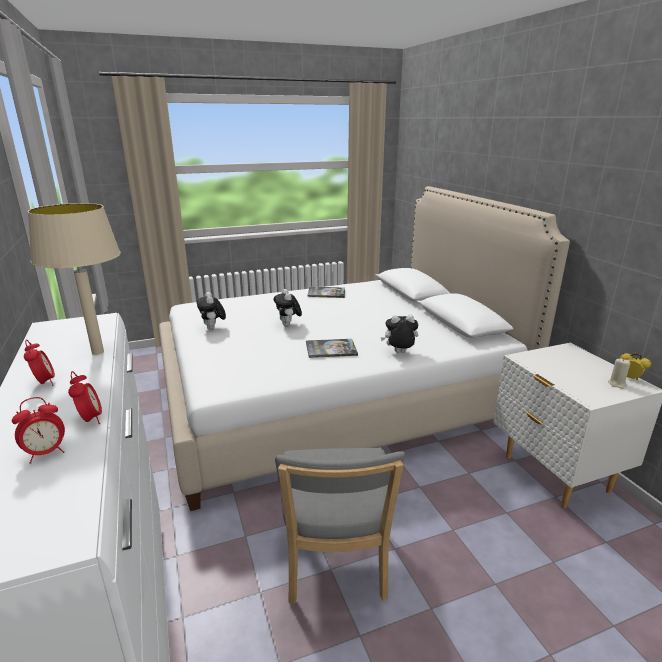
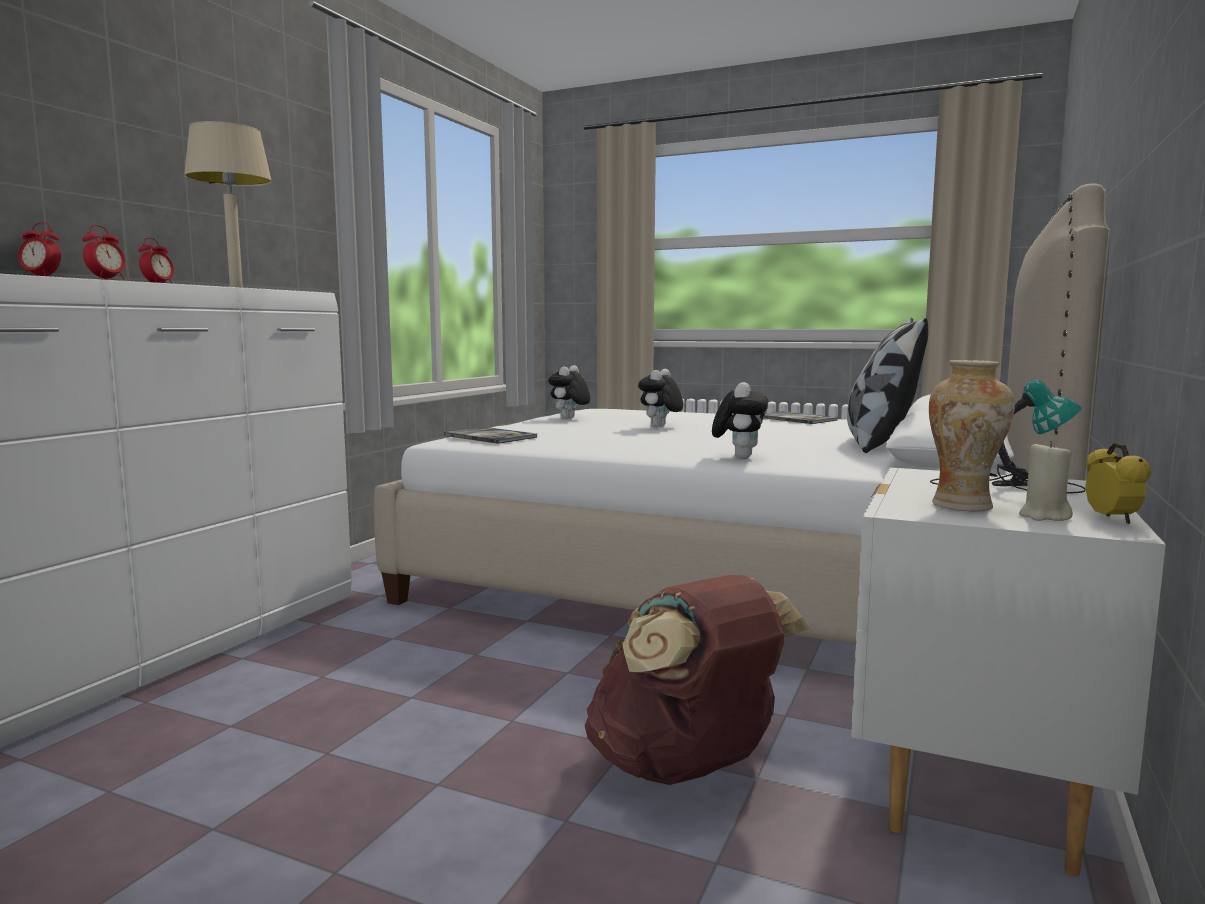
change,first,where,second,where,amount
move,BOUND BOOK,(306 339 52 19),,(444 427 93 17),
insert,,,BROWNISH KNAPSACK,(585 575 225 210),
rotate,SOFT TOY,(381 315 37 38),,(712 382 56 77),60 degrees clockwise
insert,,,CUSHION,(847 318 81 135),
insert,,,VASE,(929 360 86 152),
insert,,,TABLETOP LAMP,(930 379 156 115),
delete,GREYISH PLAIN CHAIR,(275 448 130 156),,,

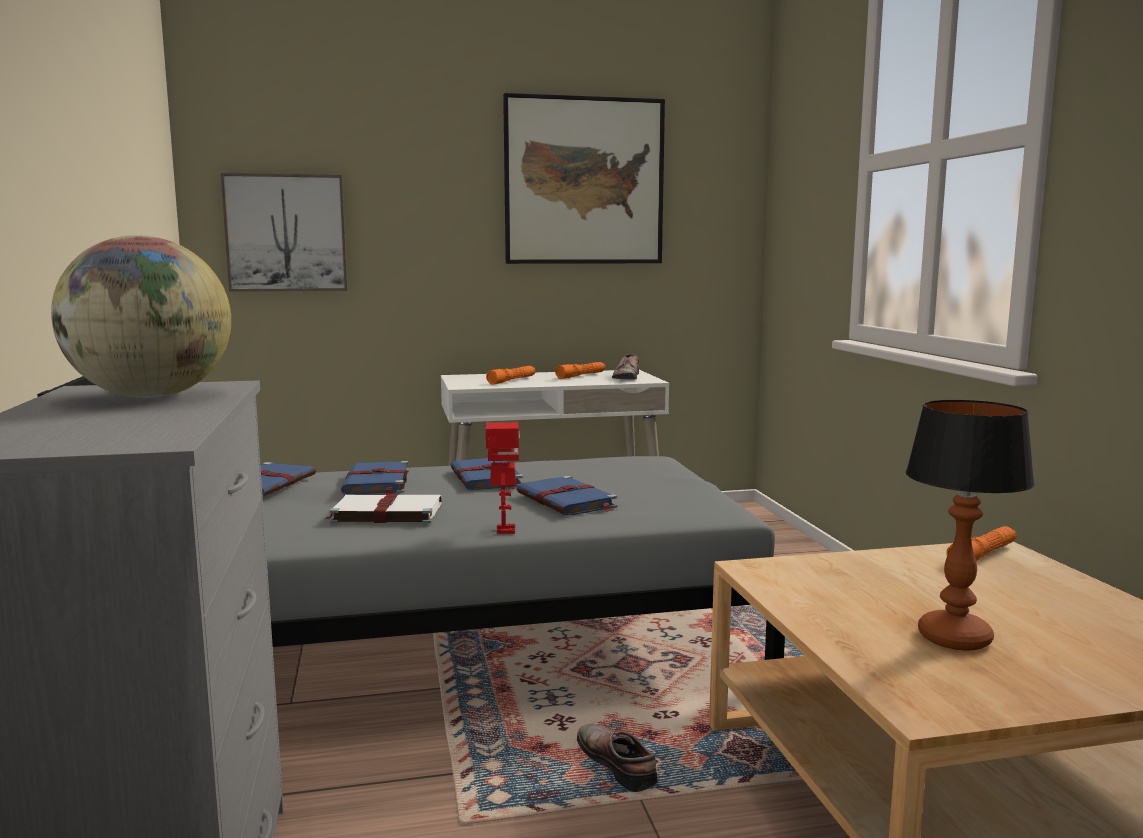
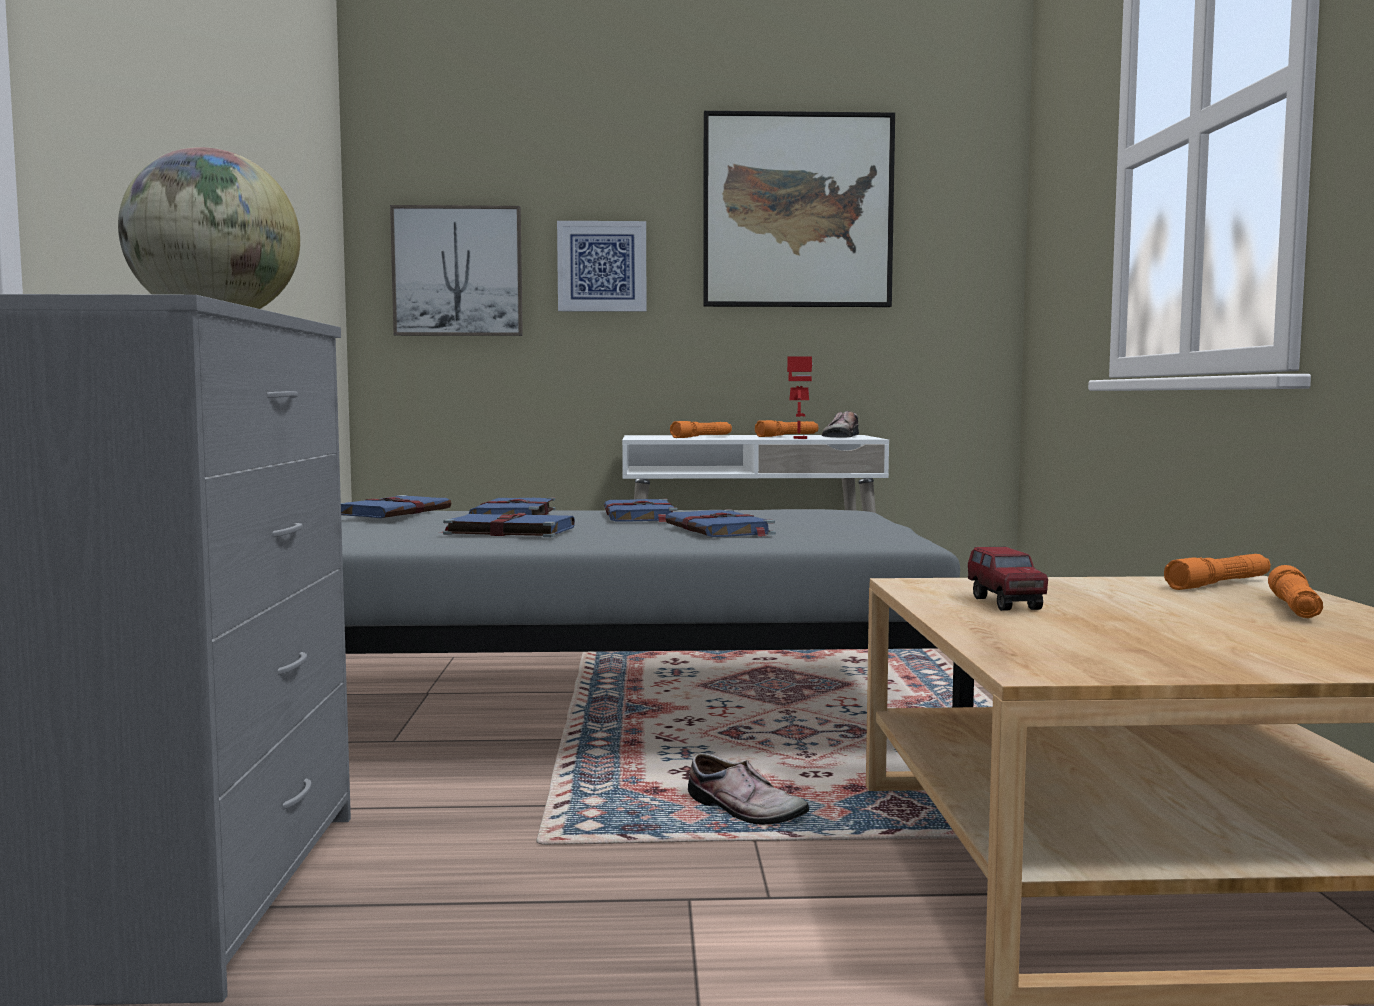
change,first,where,second,where,amount
recolor,WHITE-COLOURED BOUND BOOK,(325 494 117 29),BLUE-COLOURED BOUND BOOK,(440 514 135 23),
insert,,,WALL ART,(557 221 90 91),
rotate,SHOE,(577 724 81 68),,(688 753 121 72),150 degrees clockwise
move,ROBOT FIGURE,(486 422 34 112),,(787 356 26 83),
insert,,,TOY TRUCK,(968 547 80 64),
insert,,,ORANGE FLASHLIGHT,(1268 565 55 53),
delete,TABLETOP LAMP,(906 400 129 250),,,

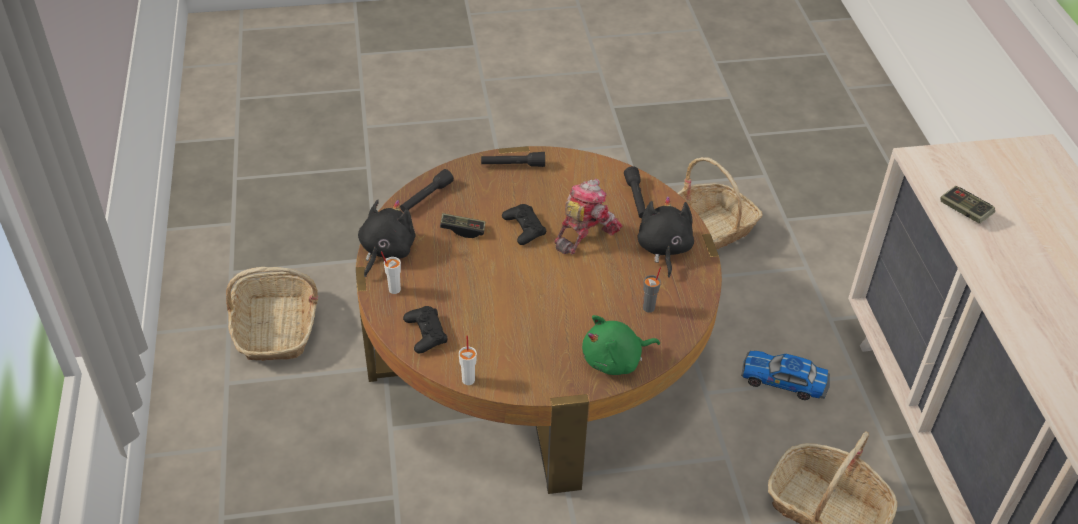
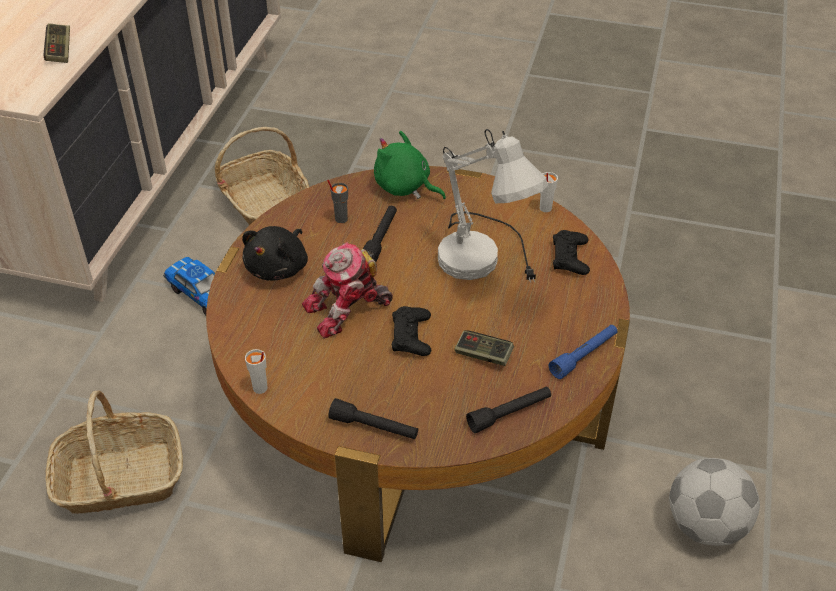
change,first,where,second,where,amount
move,WHITE-COLOURED SMALL CUP,(381 251 20 43),,(245 349 23 45),
move,BLACK FLASHLIGHT,(624 166 21 52),,(363 206 34 56),
rotate,GREENISH SOFT TOY,(582 315 78 60),,(374 131 72 68),150 degrees counterclockwise
insert,,,WHITE-COLOURED TABLETOP LAMP,(438 129 110 154),
replace,BLACK SOFT TOY,(358 200 58 77),BLUE-COLOURED FLASHLIGHT,(549 325 68 54),
replace,STORAGE BASKET,(226 267 92 94),FOOTBALL BALL,(669 458 91 88),

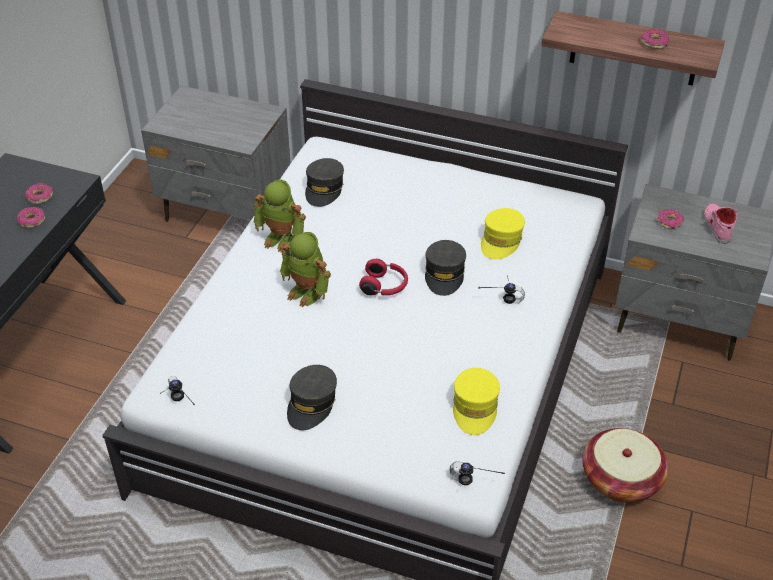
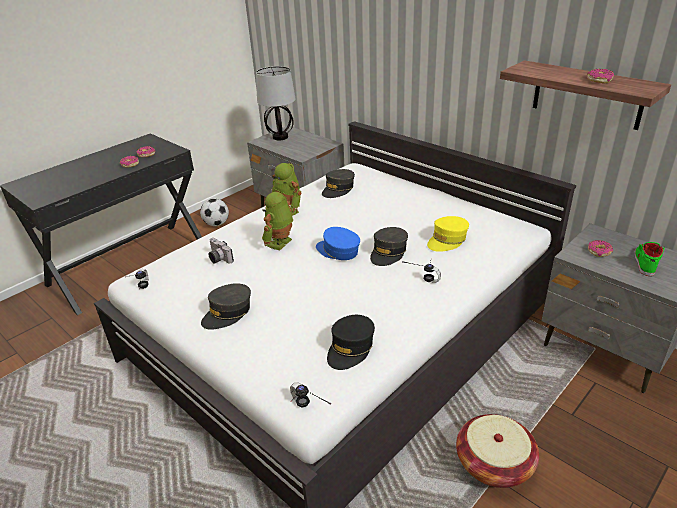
change,first,where,second,where,amount
insert,,,FOOTBALL BALL,(200 198 29 28),
insert,,,PHOTO CAMERA,(208 238 26 26),
insert,,,TABLETOP LAMP,(256 66 40 74),
rotate,ROBOT FIGURE,(280 232 51 75),,(262 192 31 58),60 degrees clockwise
replace,REDDISH HEADPHONES,(359 259 49 36),BLUE-COLOURED BASEBALL CAP,(316 227 44 33),
recolor,YELLOW BASEBALL CAP,(453 368 47 67),BLACK BASEBALL CAP,(327 315 48 55),
recolor,PINKISH SHOE,(704 204 33 40),GREENISH SHOE,(634 242 31 34),

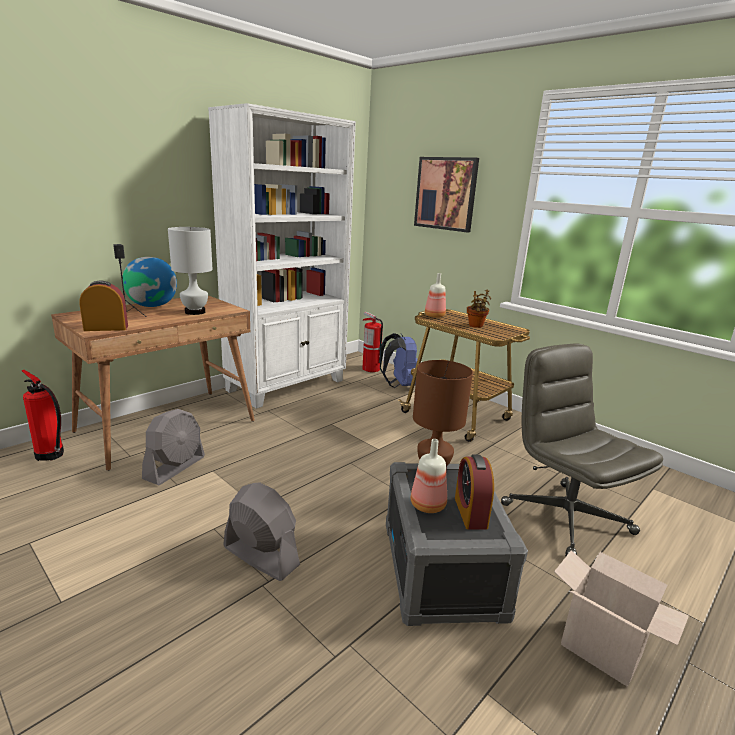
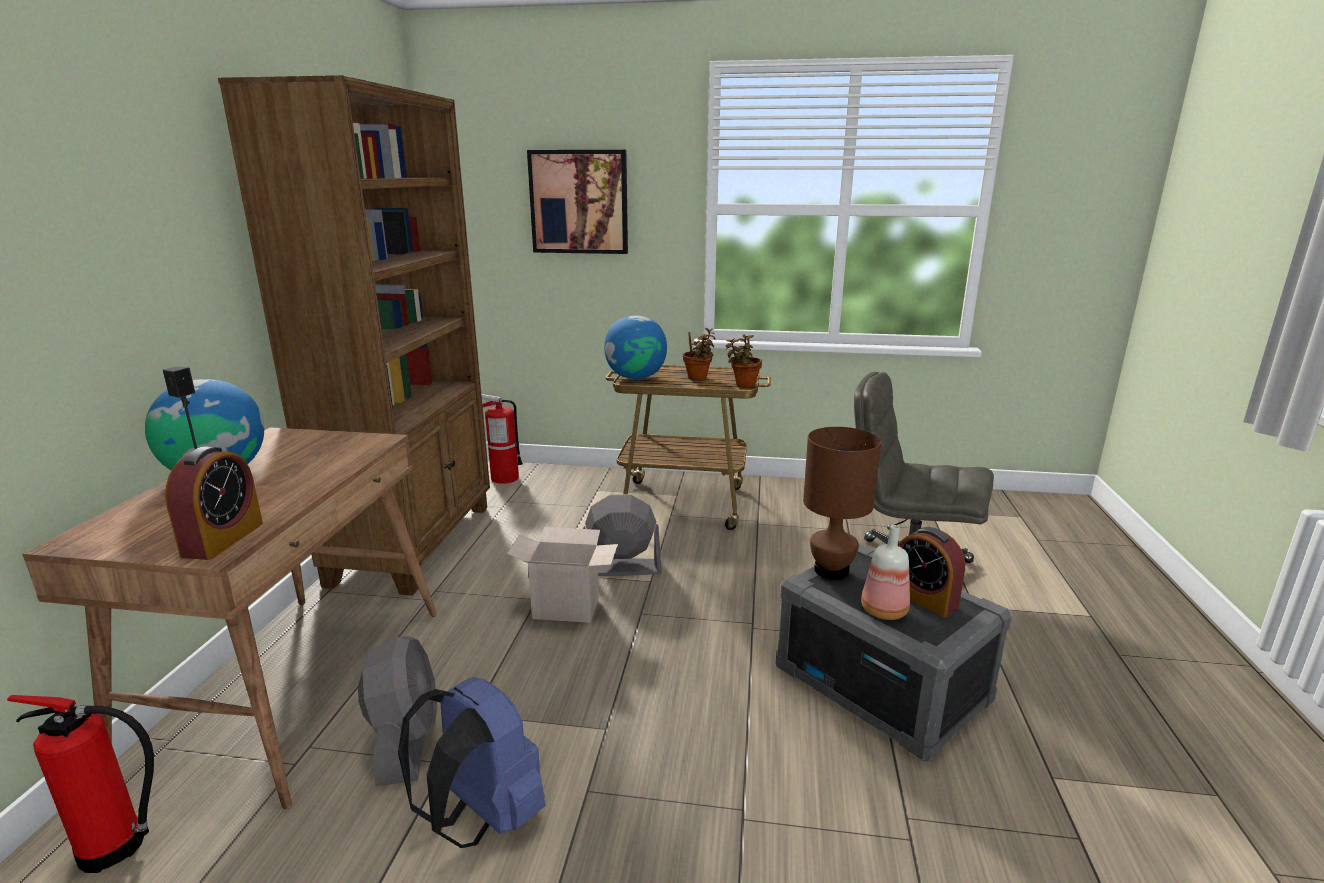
change,first,where,second,where,amount
rotate,BEDSIDE CLOCK,(79 280 49 51),,(165 447 98 113),150 degrees clockwise
recolor,WHITE-COLOURED BOOKCASE,(208 103 148 306),BROWNISH BOOKCASE,(218 75 272 521),
move,BLUE-COLOURED KNAPSACK,(380 333 38 55),,(398 677 147 171),
move,PACKING BOX,(554 550 135 136),,(507 527 111 96),
move,GREYISH ELECTRIC FAN,(223 482 77 99),,(583 494 79 82),
replace,BOTTLE,(425 273 21 45),GLOBE,(604 316 63 63),
insert,,,HOUSEPLANT,(726 334 36 54),
delete,WHITE-COLOURED TABLETOP LAMP,(168 227 45 88),,,

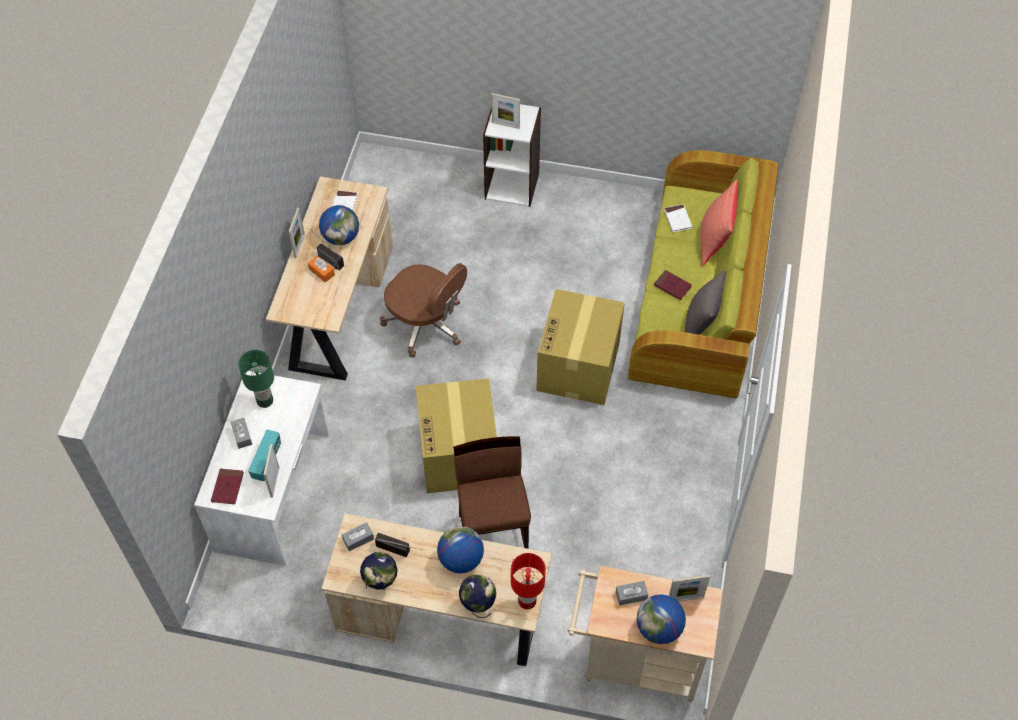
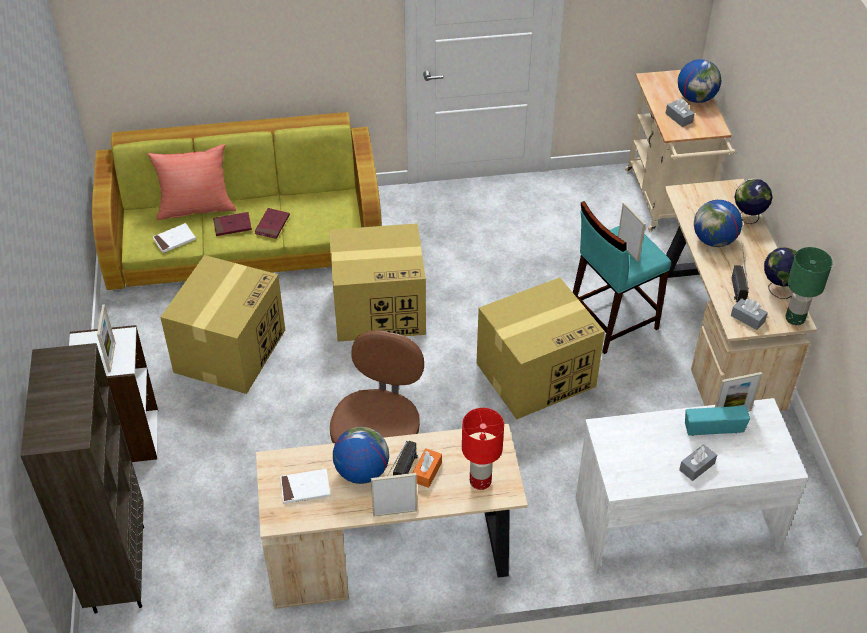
change,first,where,second,where,amount
insert,,,BROWNISH BOOKCASE,(20 343 124 271),
insert,,,PACKING BOX,(160 255 125 139),
move,REDDISH BOUND BOOK,(211 469 33 35),,(213 212 39 24),
move,REDDISH TABLETOP LAMP,(511 553 35 56),,(462 408 42 82),
recolor,BROWNISH STOOL SEAT,(453 437 78 112),BLUE-GREEN STOOL SEAT,(573 201 98 153),
move,STANDING FRAME,(669 575 41 27),,(618 202 28 60),
move,GREENISH TABLETOP LAMP,(238 350 36 58),,(785 247 48 78),
delete,GREYISH CUSHION,(685 271 41 64),,,

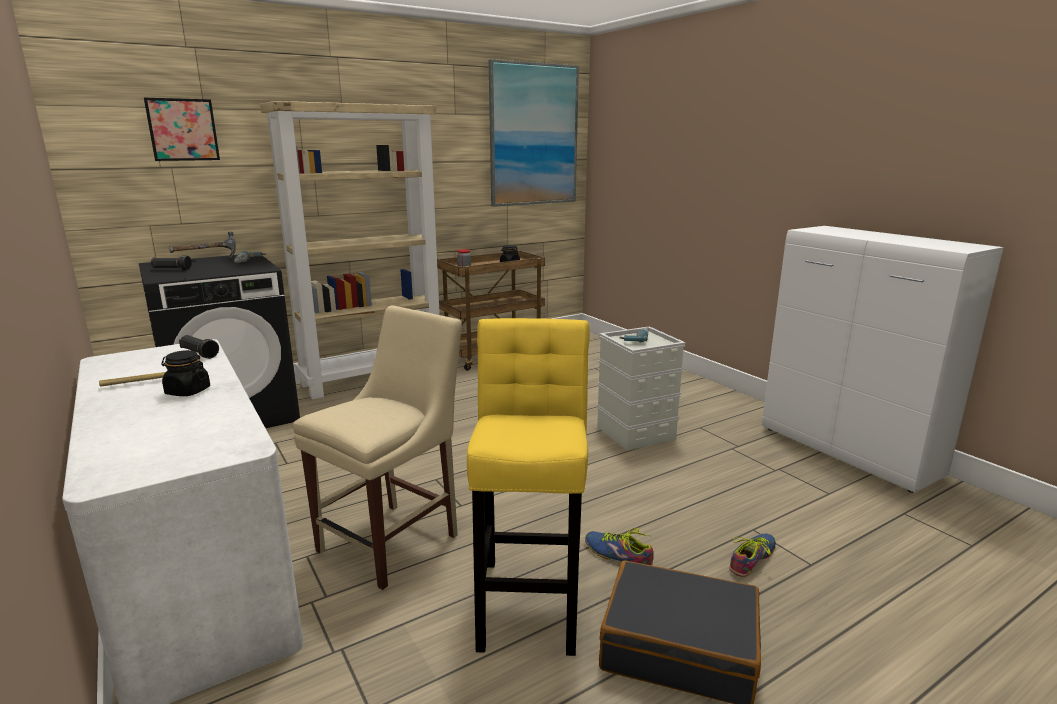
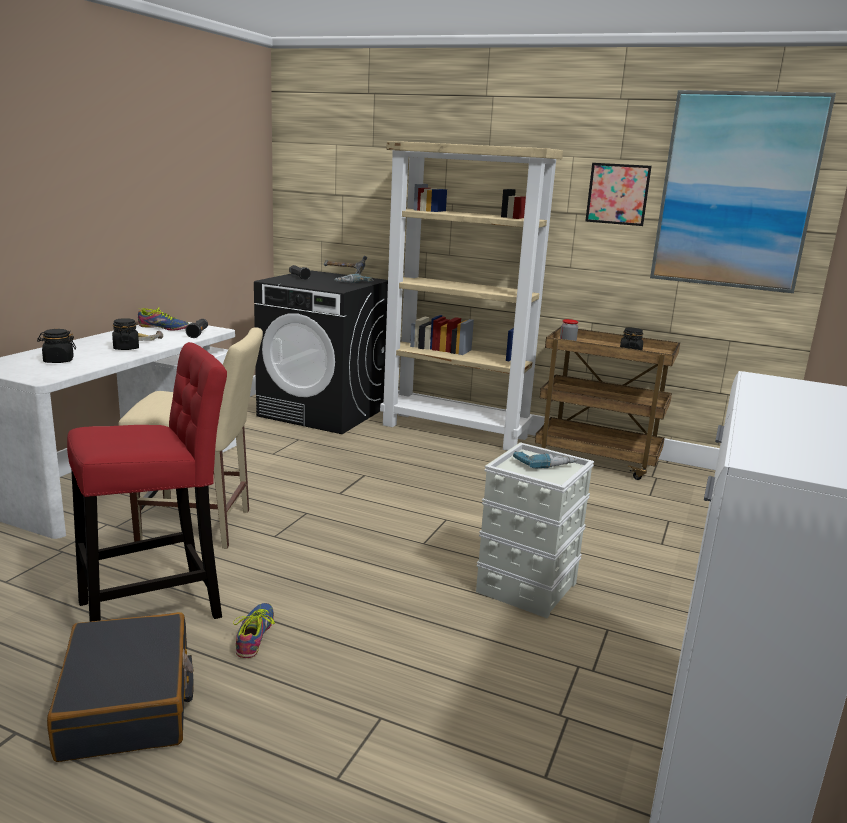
change,first,where,second,where,amount
insert,,,BLACK STORAGE JAR,(37 329 39 34),
recolor,YELLOW STOOL SEAT,(467 318 123 338),REDDISH STOOL SEAT,(67 342 160 280),
move,SHOE,(729 534 47 43),,(138 308 51 23),
move,WALL ART,(144 98 76 63),,(585 163 67 63),

